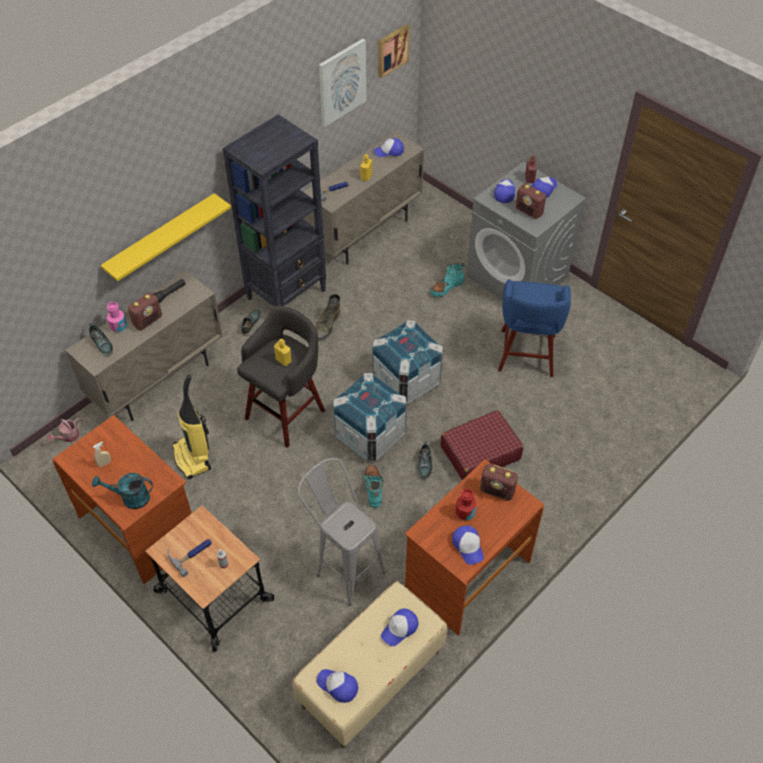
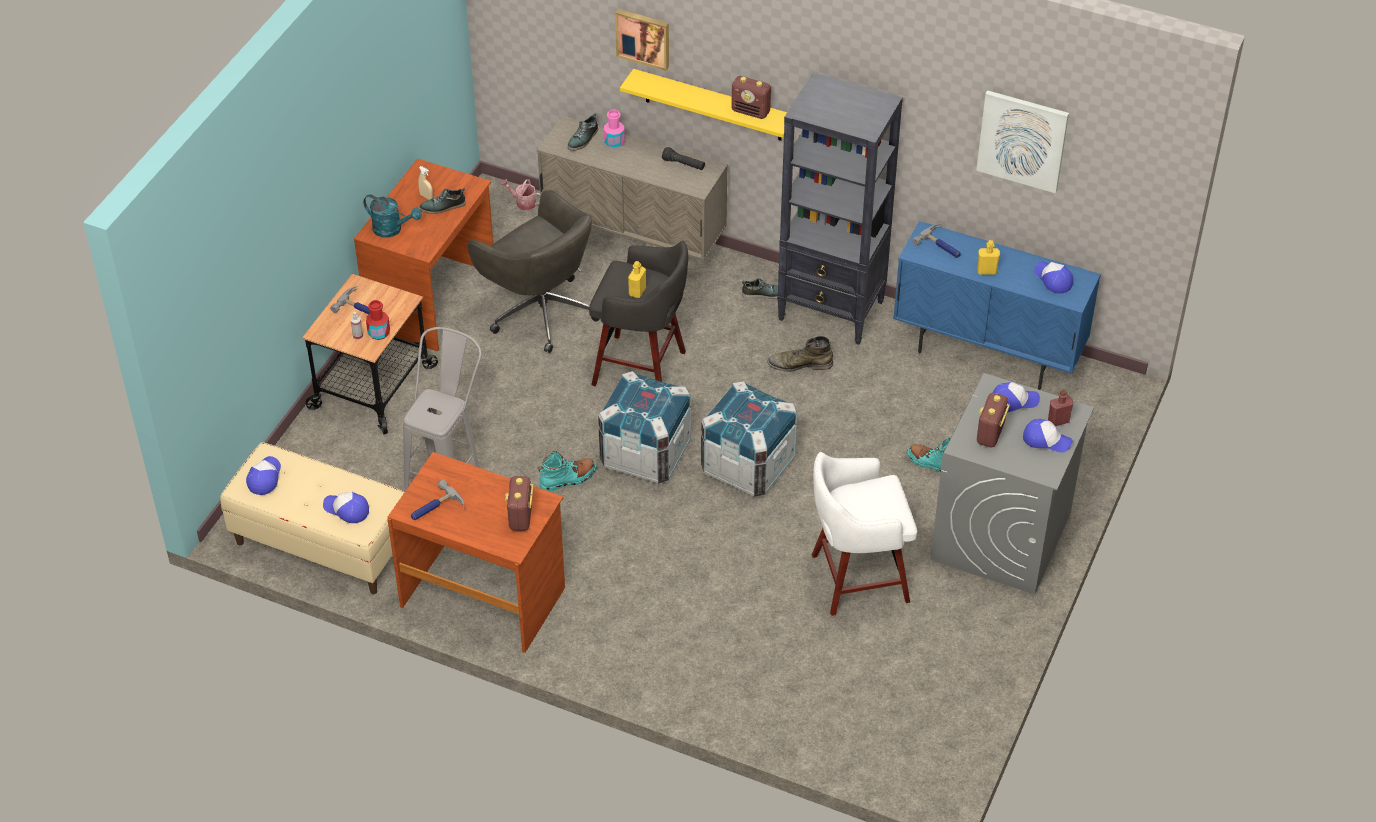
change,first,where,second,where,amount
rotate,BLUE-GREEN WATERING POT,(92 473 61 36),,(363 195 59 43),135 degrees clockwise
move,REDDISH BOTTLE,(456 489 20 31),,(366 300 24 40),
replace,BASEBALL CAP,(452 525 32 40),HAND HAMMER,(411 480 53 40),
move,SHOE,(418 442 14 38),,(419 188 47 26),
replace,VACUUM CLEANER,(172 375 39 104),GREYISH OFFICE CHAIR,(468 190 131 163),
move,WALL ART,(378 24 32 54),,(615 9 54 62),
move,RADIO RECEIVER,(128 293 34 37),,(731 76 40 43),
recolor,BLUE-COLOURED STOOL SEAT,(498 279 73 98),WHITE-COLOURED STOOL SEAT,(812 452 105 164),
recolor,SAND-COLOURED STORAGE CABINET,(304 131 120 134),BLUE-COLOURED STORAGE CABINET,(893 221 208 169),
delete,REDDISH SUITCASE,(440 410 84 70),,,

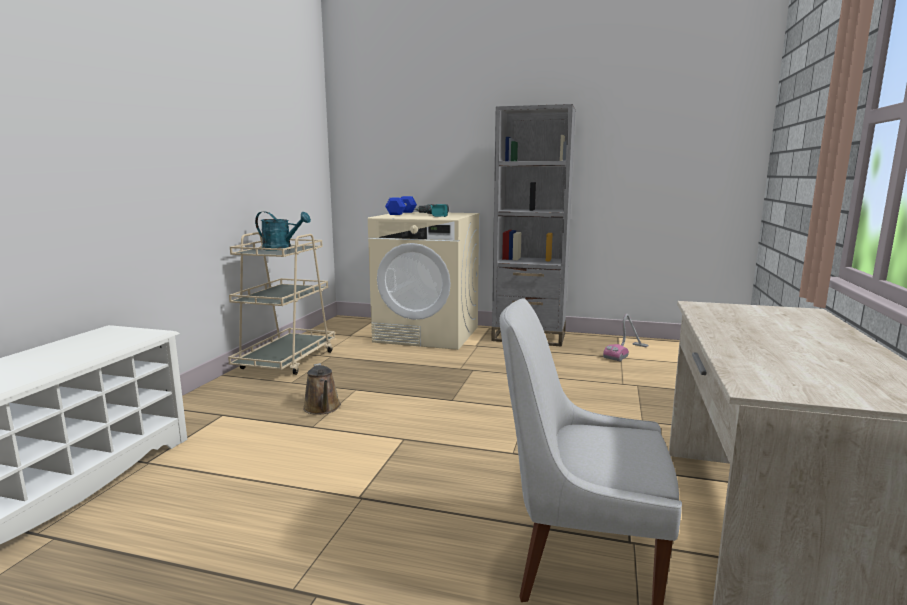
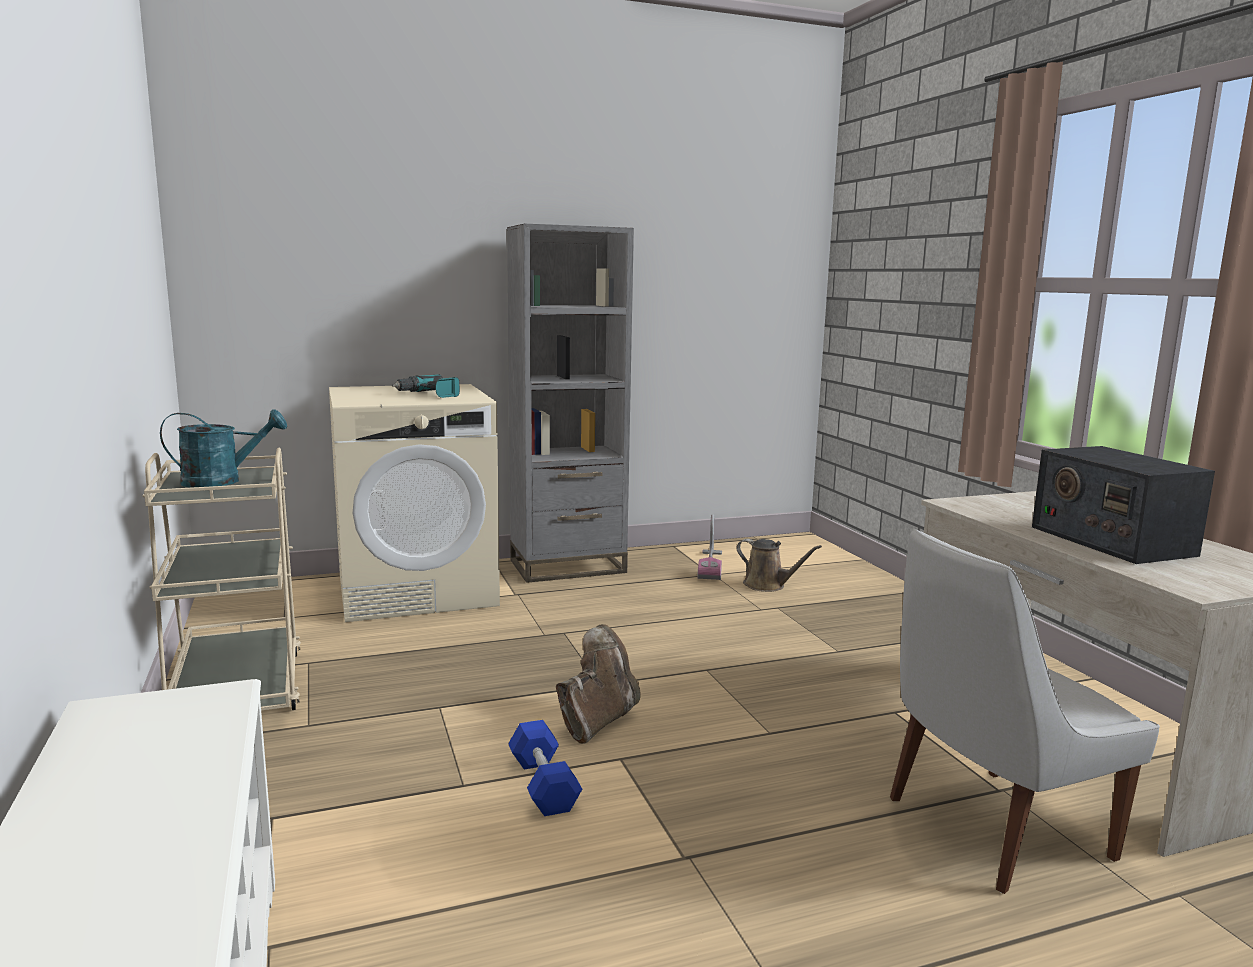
change,first,where,second,where,amount
move,BLUE-COLOURED FREE WEIGHT,(385 196 32 19),,(508 720 74 96),
insert,,,BROWNISH BOOT,(556 624 85 120),
move,BROWNISH WATERING POT,(303 363 38 52),,(736 539 86 53),
insert,,,RADIO RECEIVER,(1032 446 183 118),

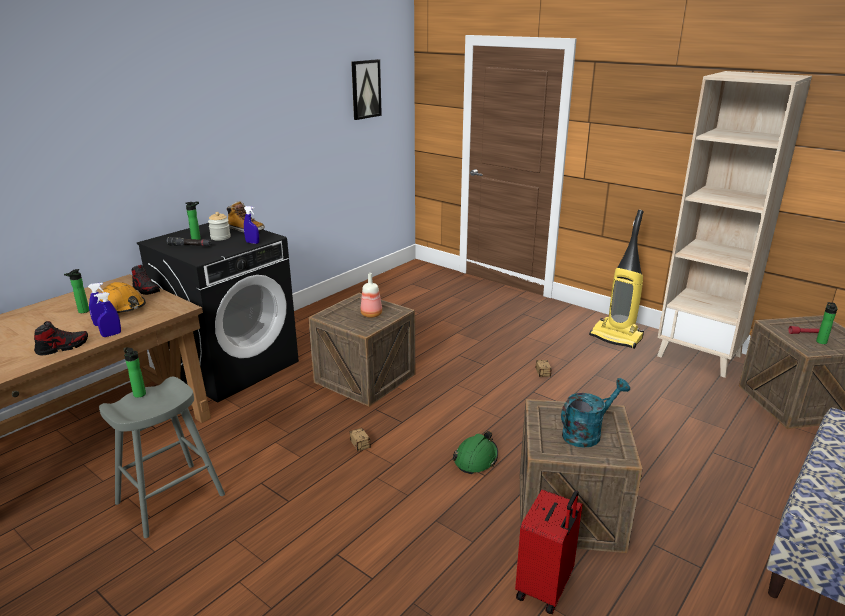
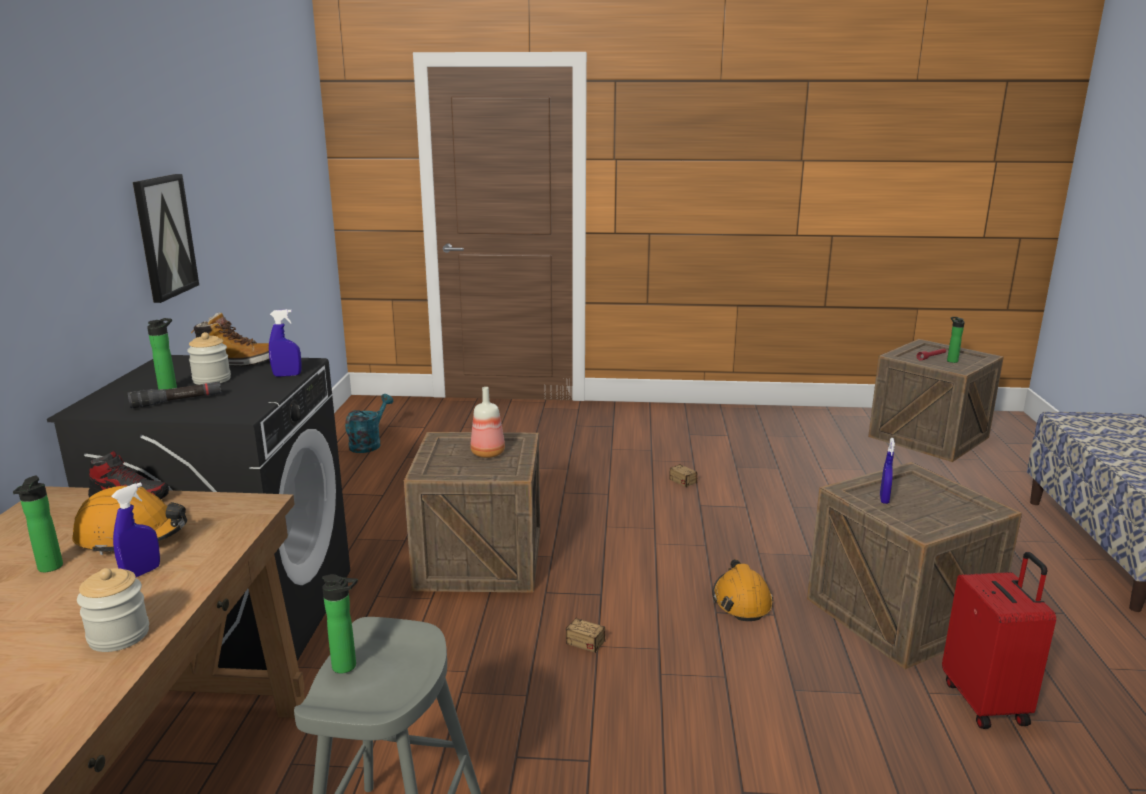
change,first,where,second,where,amount
replace,SHOE,(34 321 54 35),STORAGE JAR,(77 568 72 84),
move,WALL ART,(351 59 31 61),,(133 174 66 129),
move,BLUE-GREEN WATERING POT,(561 378 69 70),,(345 394 48 59),
recolor,GREENISH SAFETY HELMET,(453 431 45 43),ORANGE SAFETY HELMET,(712 559 61 62),
move,BLUE-COLOURED HAND SPRAYER,(94 292 27 45),,(880 438 15 66),
delete,VACUUM CLEANER,(589 210 55 139),,,
delete,SAND-COLOURED BOOKCASE,(657 71 155 307),,,

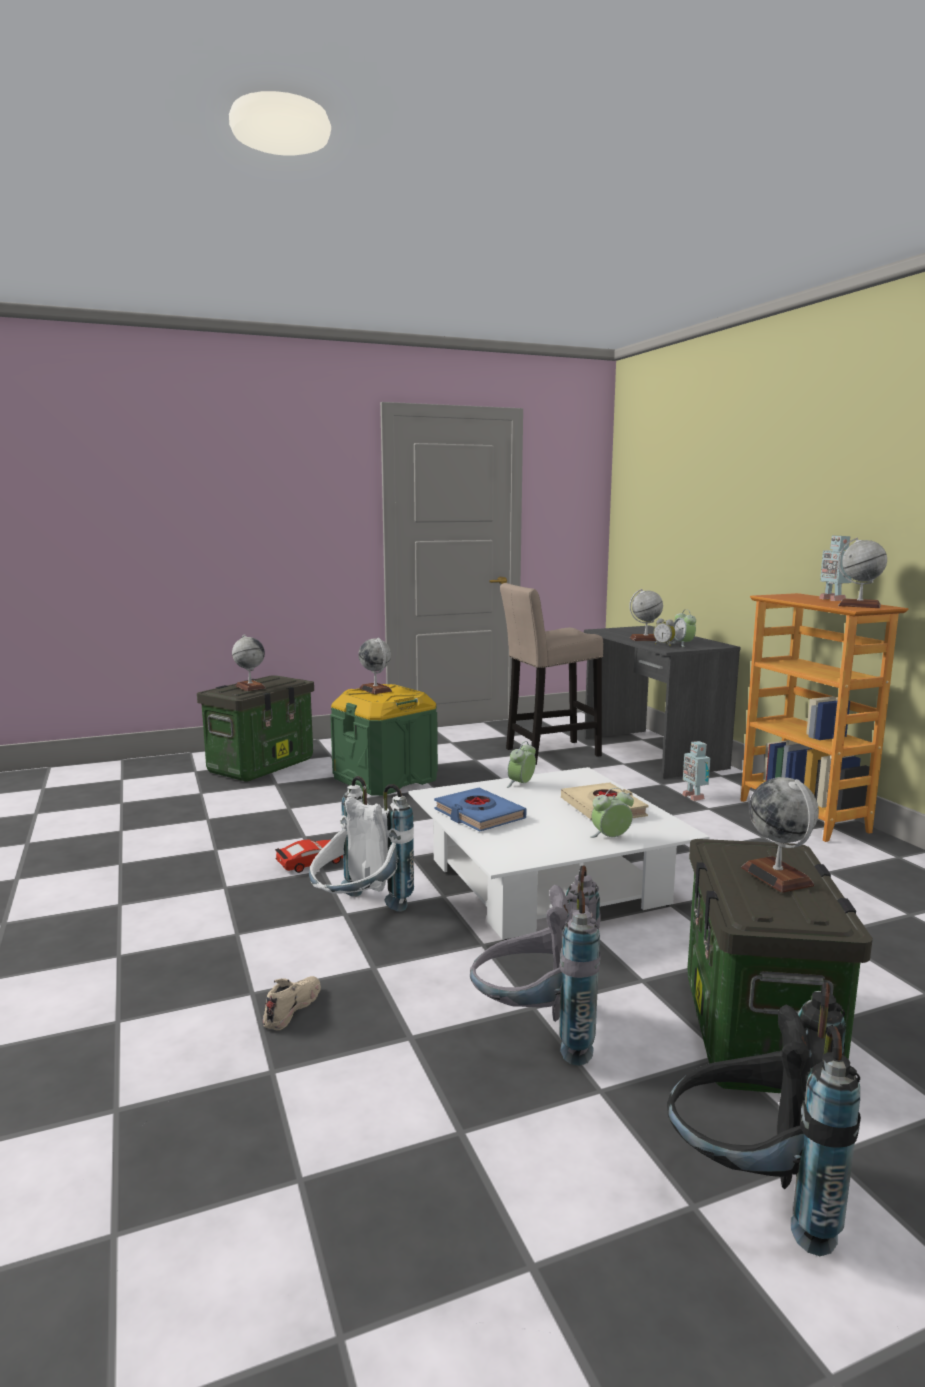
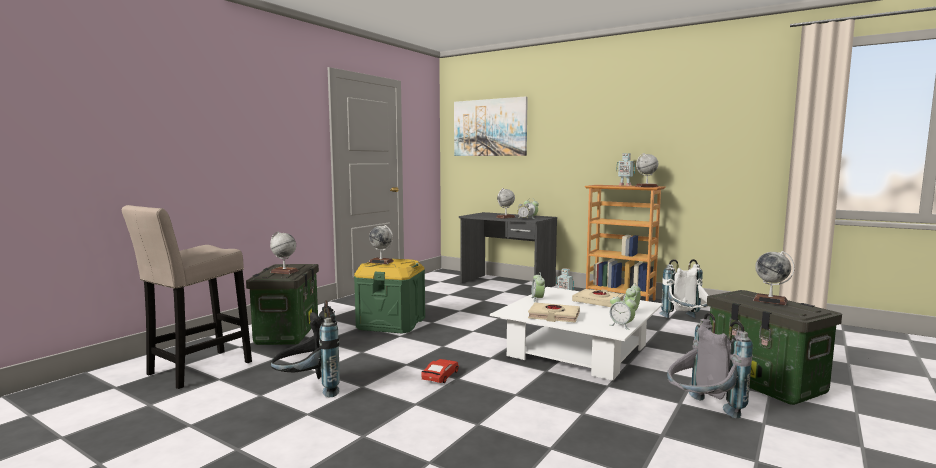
change,first,where,second,where,amount
move,SAND-COLOURED STOOL SEAT,(500 583 103 182),,(122 205 130 184),
move,BLACK KNAPSACK,(667 982 194 274),,(270 300 70 97),
insert,,,WALL ART,(454 96 74 60),
recolor,BLUE-COLOURED BOUND BOOK,(434 788 92 44),SAND-COLOURED BOUND BOOK,(528 303 52 19),
insert,,,BEDSIDE CLOCK,(609 293 27 37),
move,WHITE-COLOURED KNAPSACK,(309 776 105 135),,(659 259 50 60),
delete,SAND-COLOURED SHOE,(263 976 58 54),,,

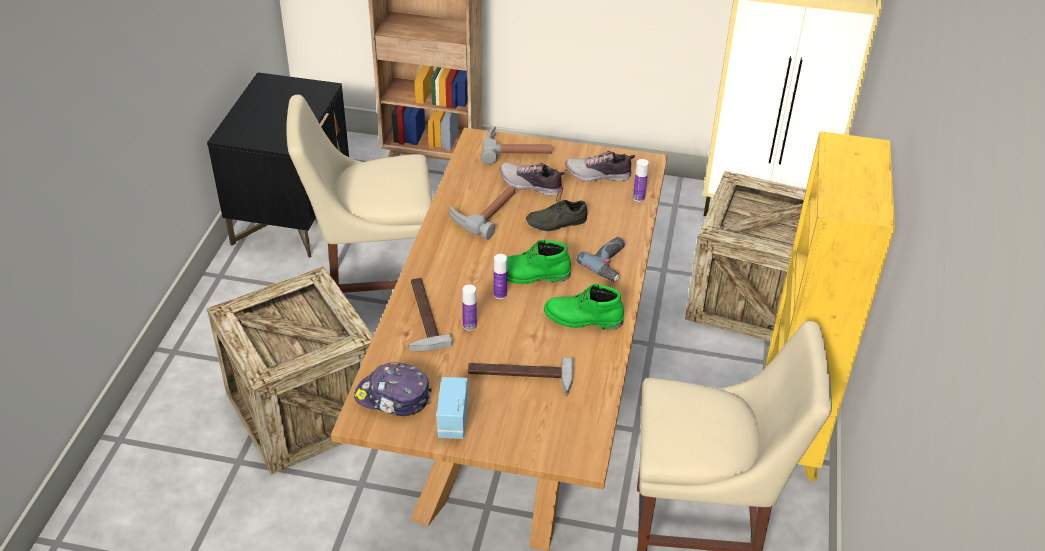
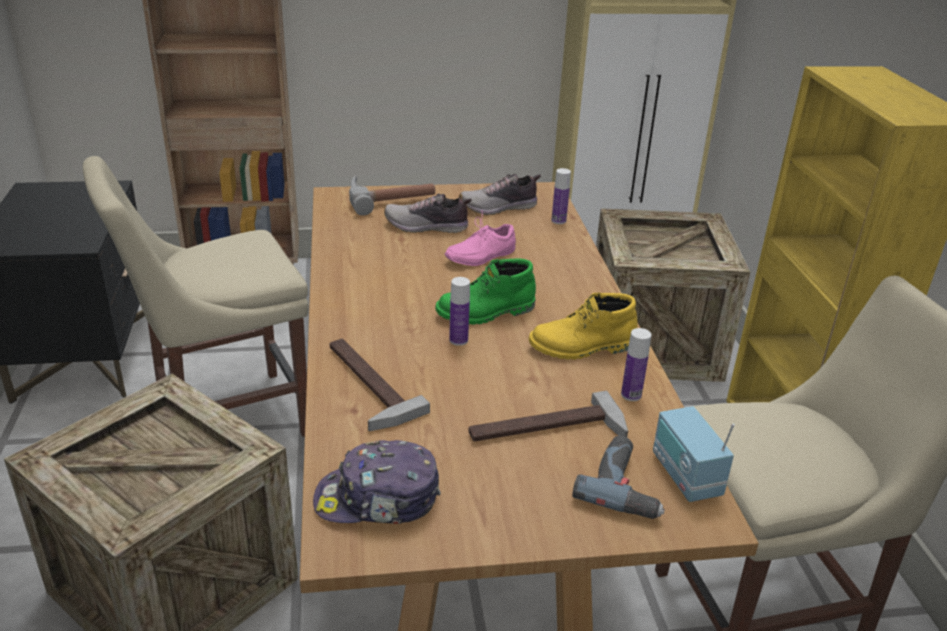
change,first,where,second,where,amount
recolor,GREYISH SHOE,(526 189 61 42),PINKISH SHOE,(444 214 72 52),
recolor,GREENISH BOOT,(544 284 80 46),YELLOW BOOT,(529 292 109 68),
move,POWER DRILL,(576 237 49 45),,(572 436 93 83),
move,BOTTLE,(462 285 15 46),,(621 328 30 73),
move,RADIO RECEIVER,(436 377 32 62),,(653 406 82 96),
delete,HAND HAMMER,(449 186 66 54),,,

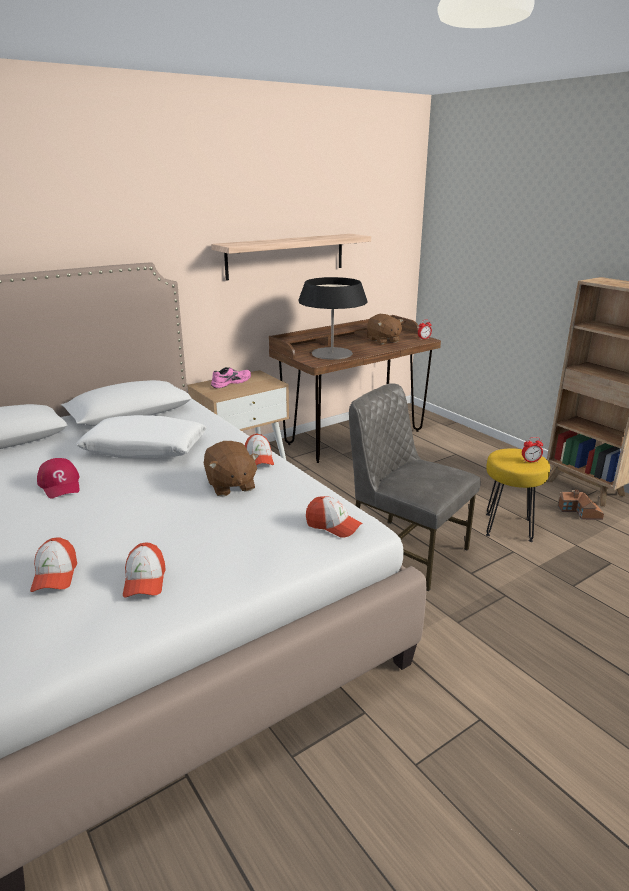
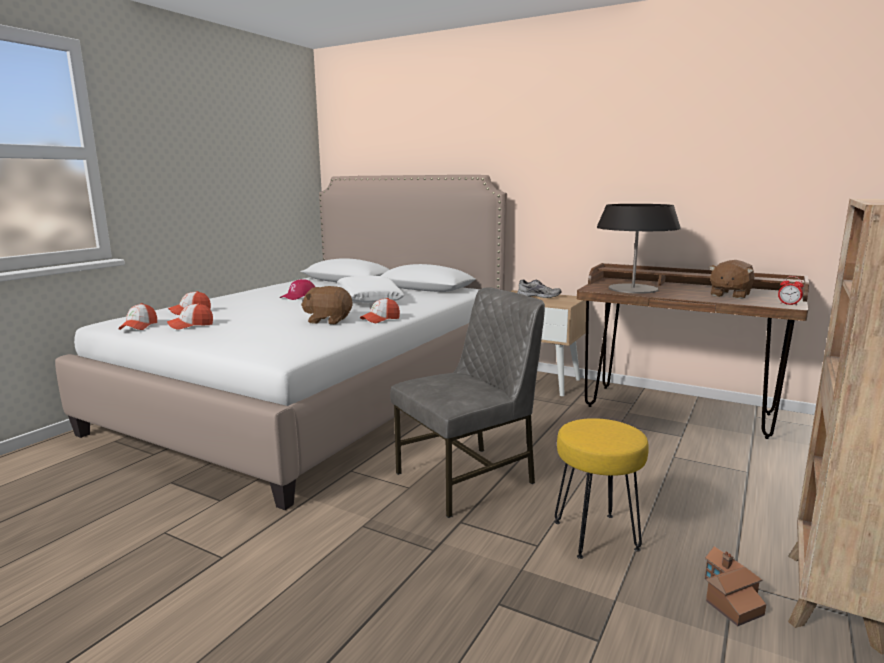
change,first,where,second,where,amount
move,BASEBALL CAP,(306 496 57 42),,(118 303 39 27),
rotate,BROWNISH SOFT TOY,(204 441 55 56),,(301 286 51 38),60 degrees clockwise
rotate,GREYISH PLAIN CHAIR,(349 383 132 208),,(390 287 155 231),45 degrees clockwise
recolor,PINKISH SHOE,(211 367 40 21),GREYISH SHOE,(517 280 45 18),
delete,WALL SHELF,(211 234 160 47),,,
delete,BEDSIDE CLOCK,(522 437 21 25),,,

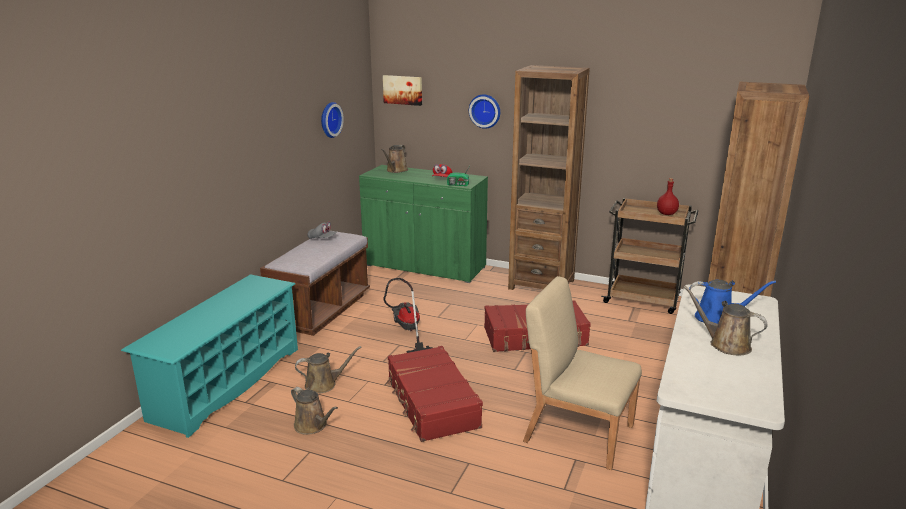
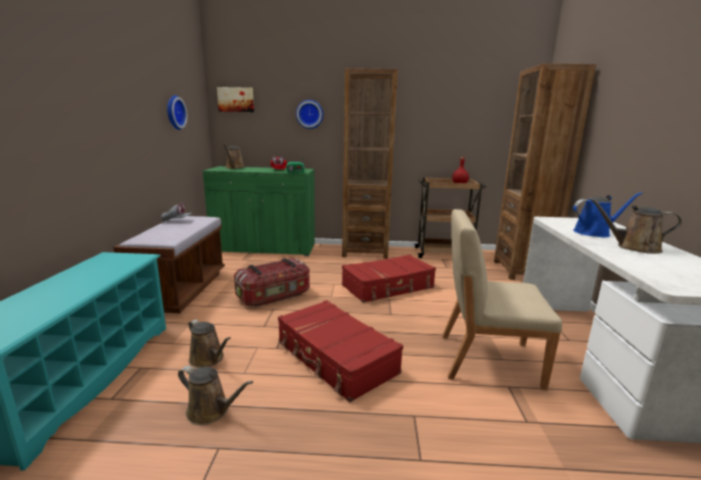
change,first,where,second,where,amount
rotate,BROWNISH WATERING POT,(295 346 67 47),,(188 319 43 49),75 degrees clockwise
replace,VACUUM CLEANER,(383 278 50 75),STORAGE BIN,(234 258 76 49),

